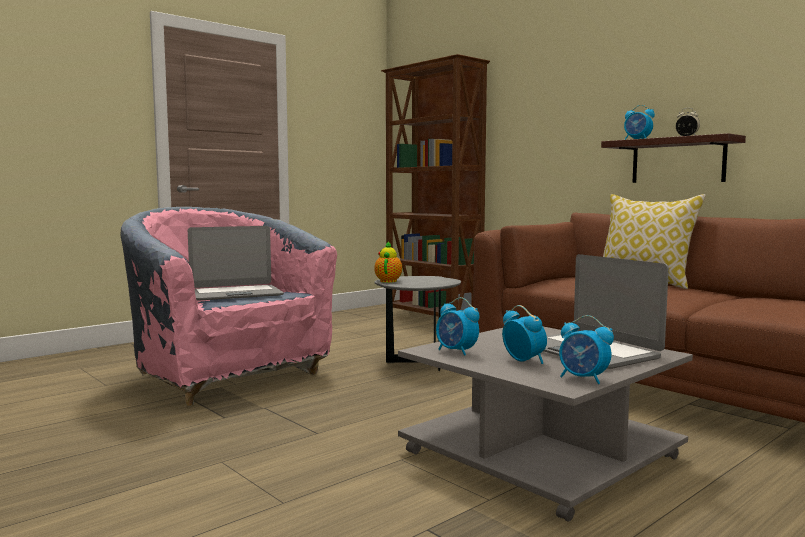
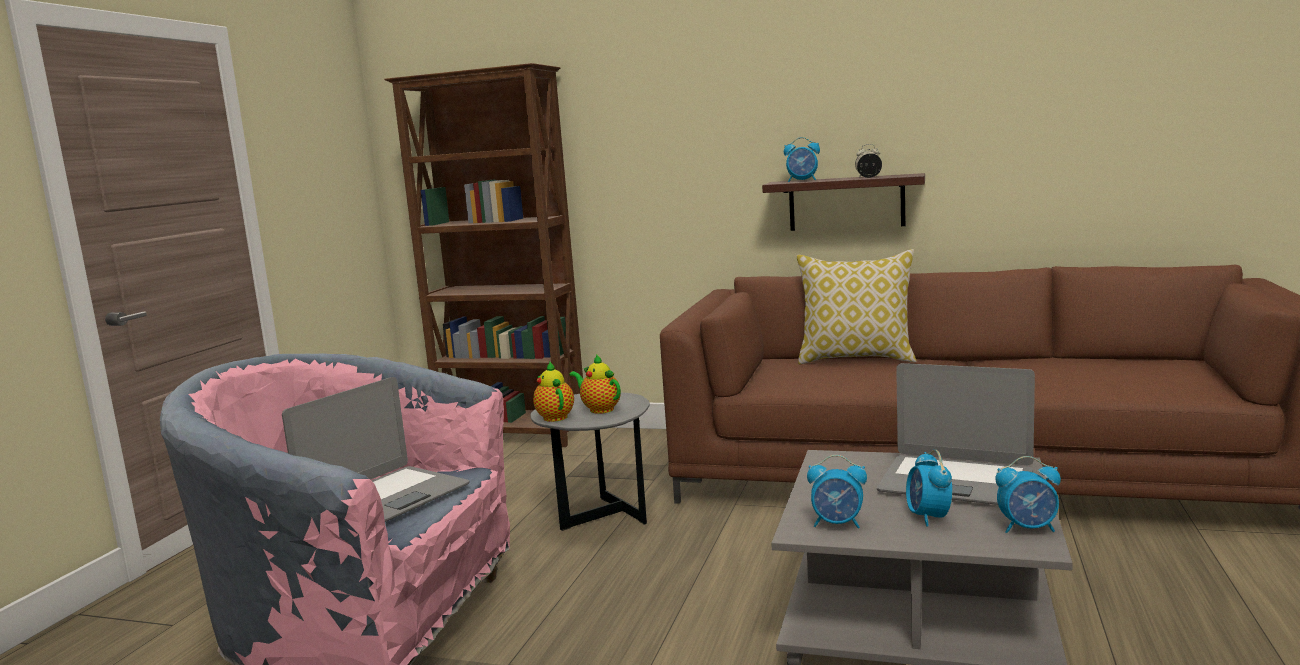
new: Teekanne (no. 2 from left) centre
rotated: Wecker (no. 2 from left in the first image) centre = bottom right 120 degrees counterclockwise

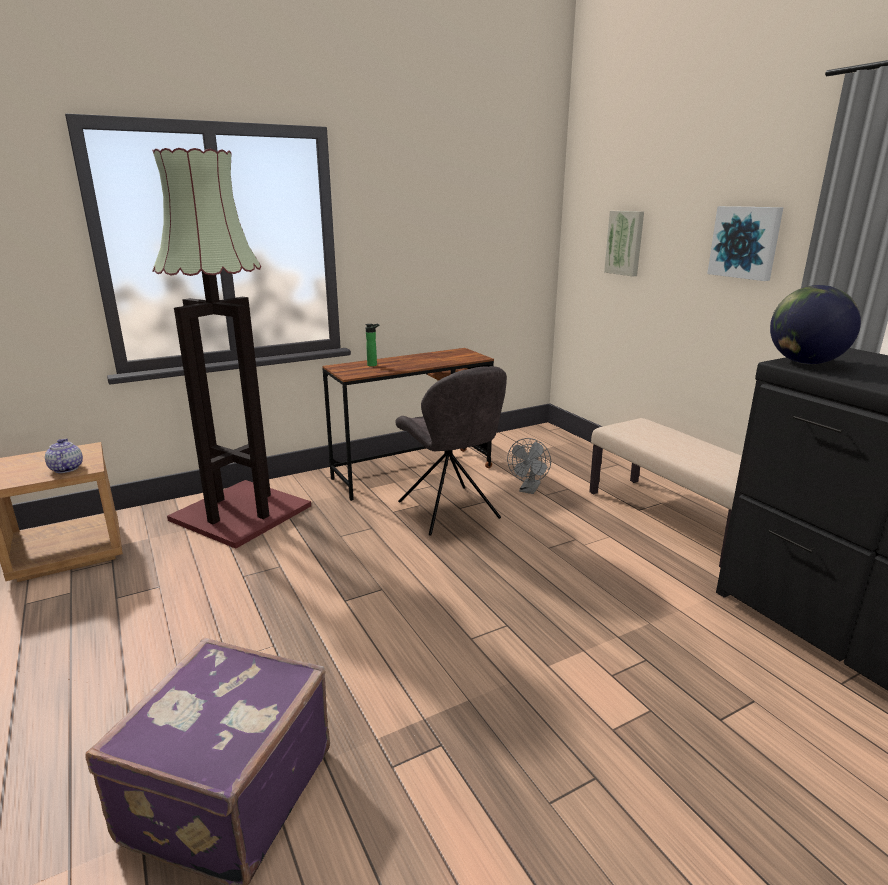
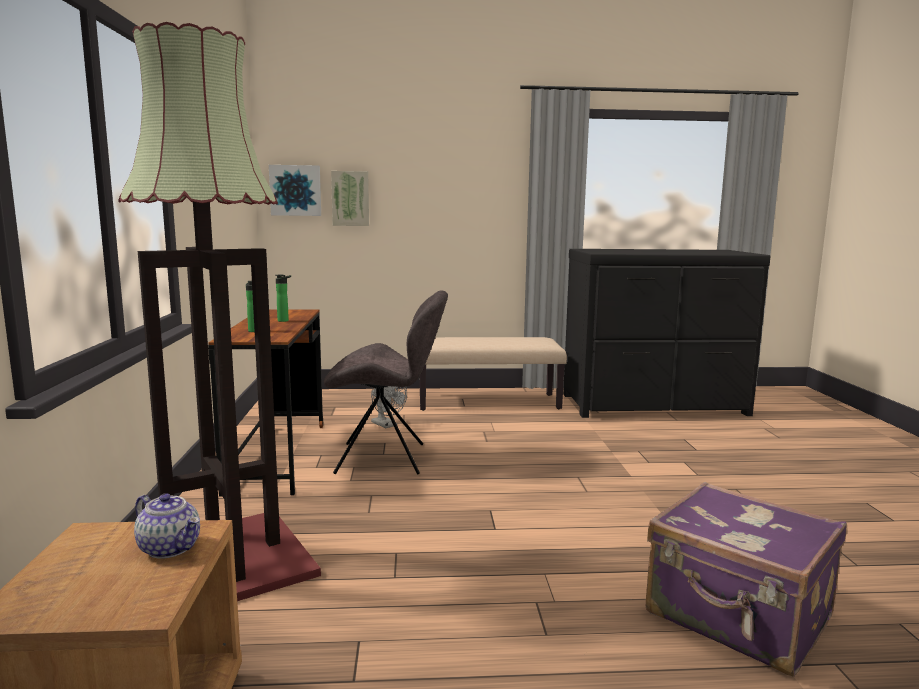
gone: Globus middle right
new: Flasche (no. 2 from left) middle left
shifted: Bild (no. 2 from left in the first image) top right to Bild (no. 1 from left) top left
rotated: Teekanne middle left = bottom left 150 degrees counterclockwise

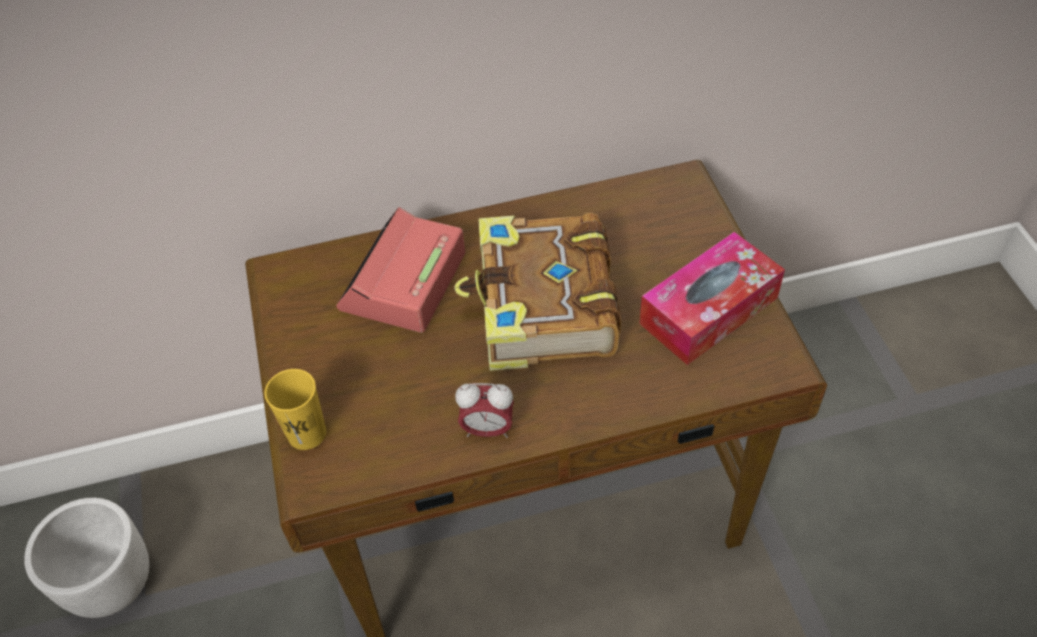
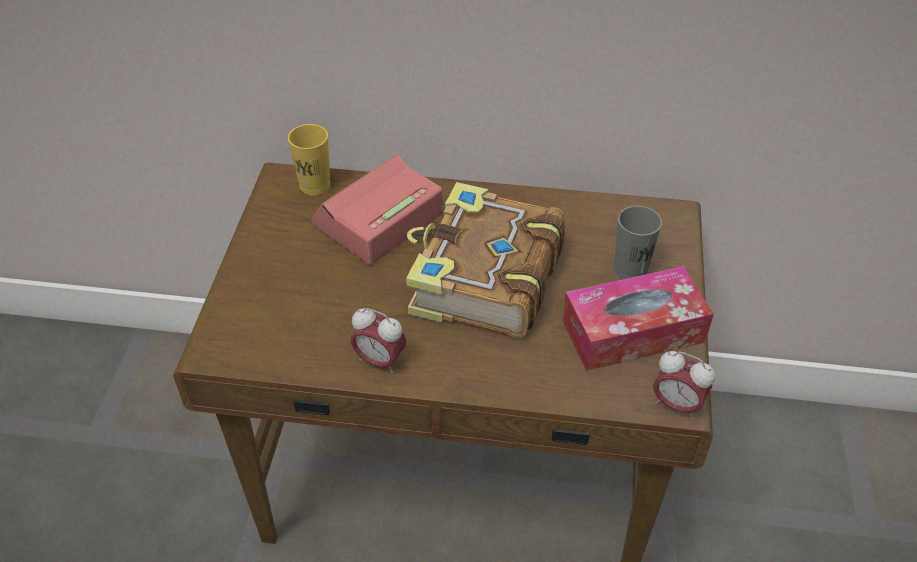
gone: Pflanzkübel [weiß] bottom left
new: Tasse [grau] middle right; Wecker (no. 3 from left) bottom right
shifted: Tasse [gelb] middle left to top centre

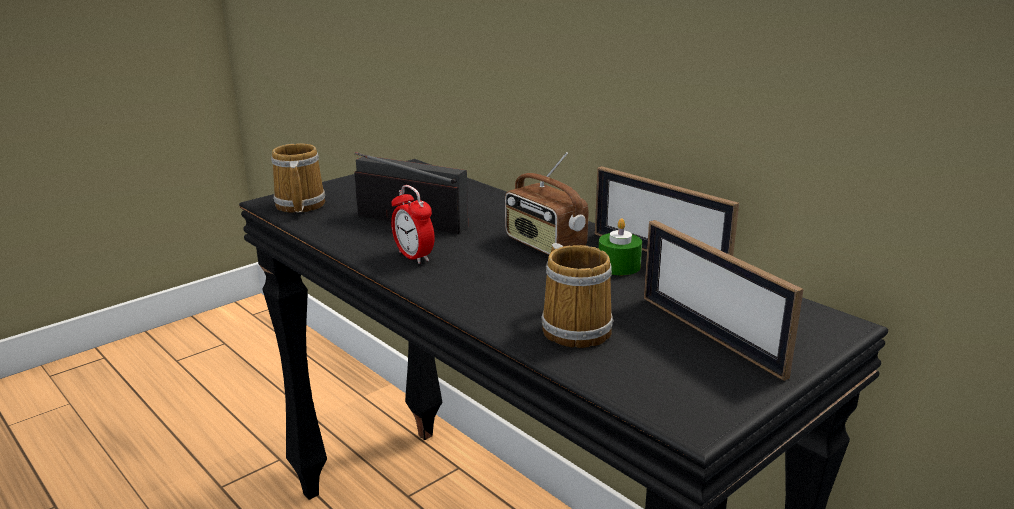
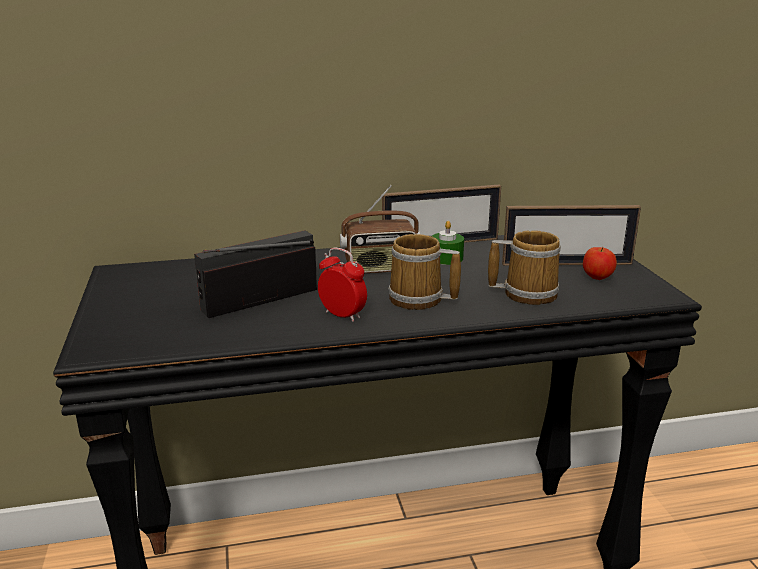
new: Apfel middle right
shifted: Henkelbecher (no. 1 from left) middle left to centre
rotated: Wecker centre = centre 135 degrees counterclockwise

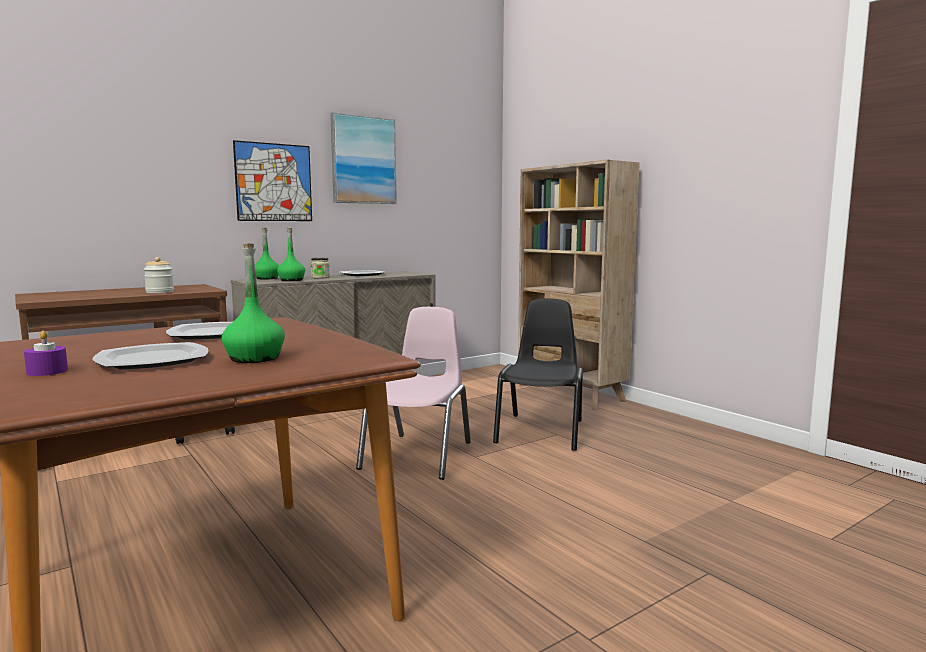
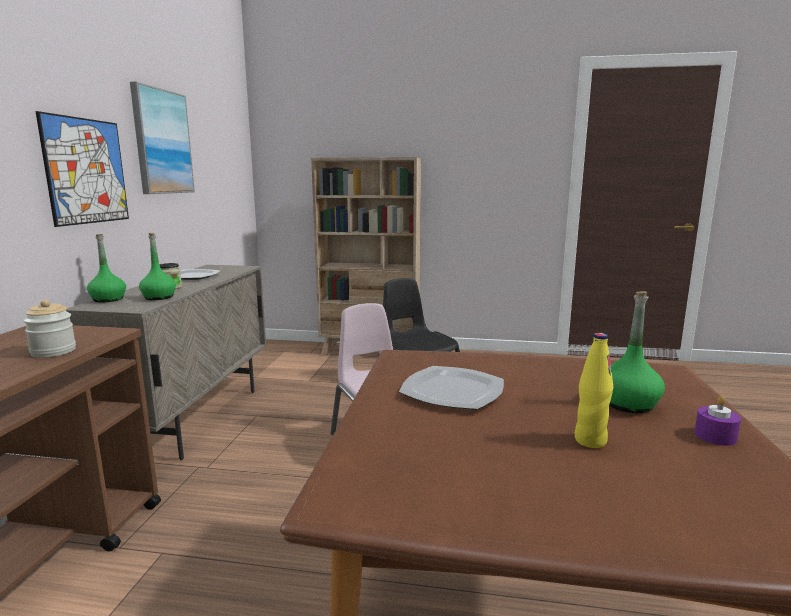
shifted: Kerze [lila] middle left to bottom right
swapped: Teller (no. 1 from left) middle left to Flasche [gelb] middle right

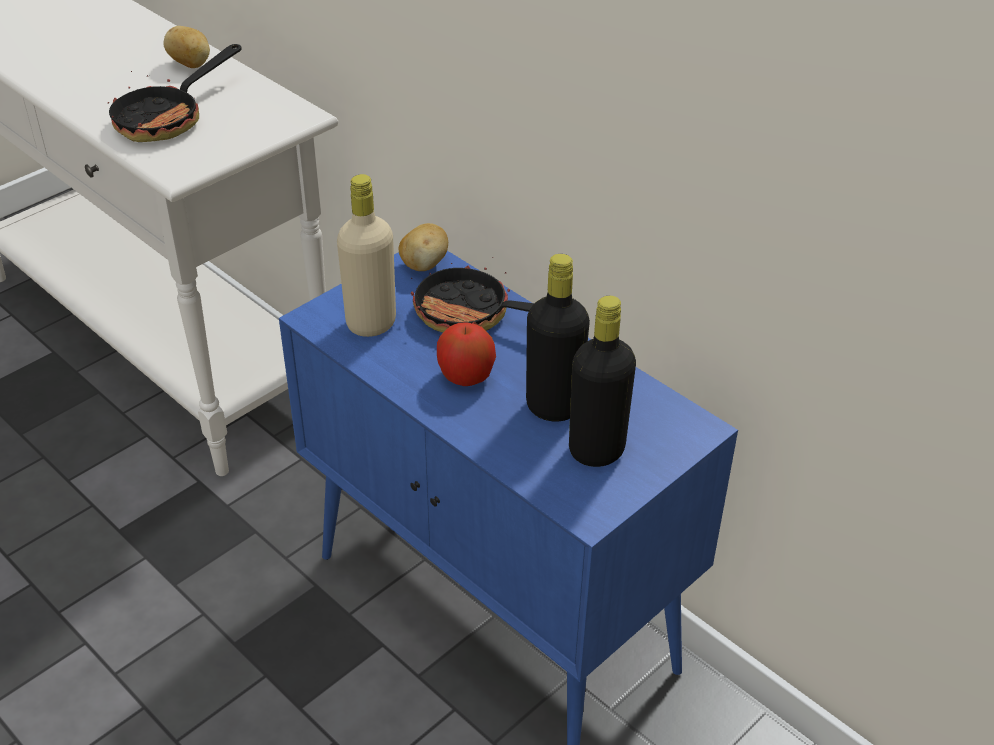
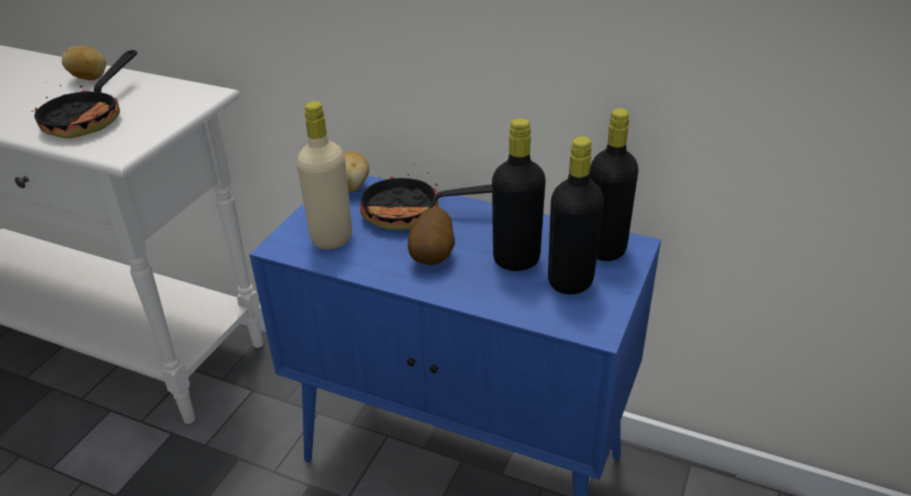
new: Flasche [schwarz] (no. 3 from left) middle right
swapped: Apfel centre to Kartoffel (no. 3 from left) centre

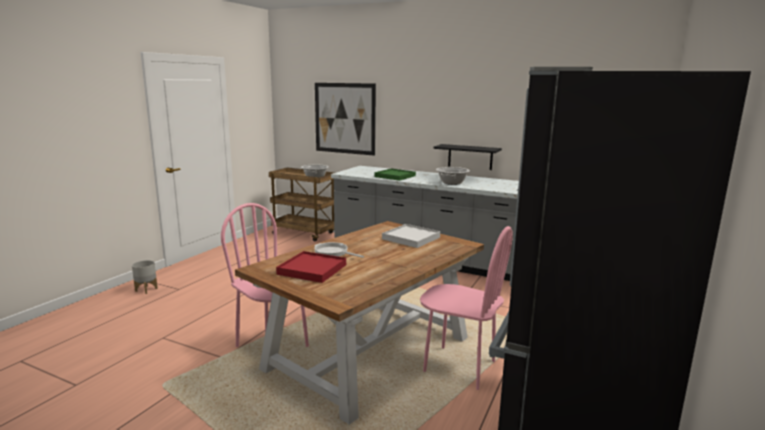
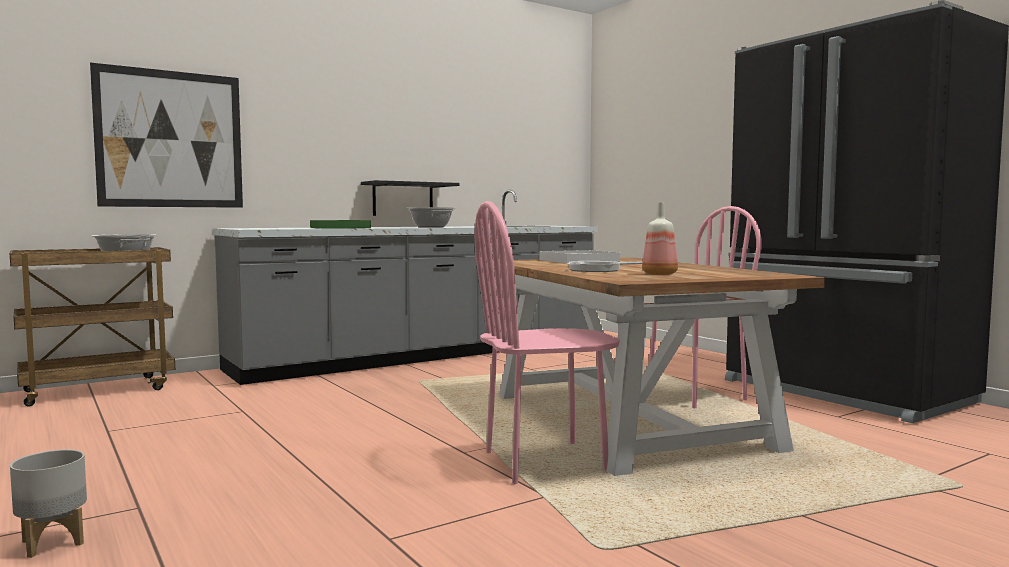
swapped: Tablett [rot] centre to Flasche centre

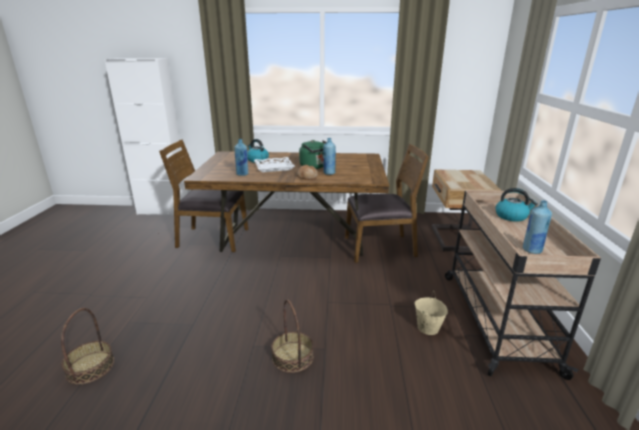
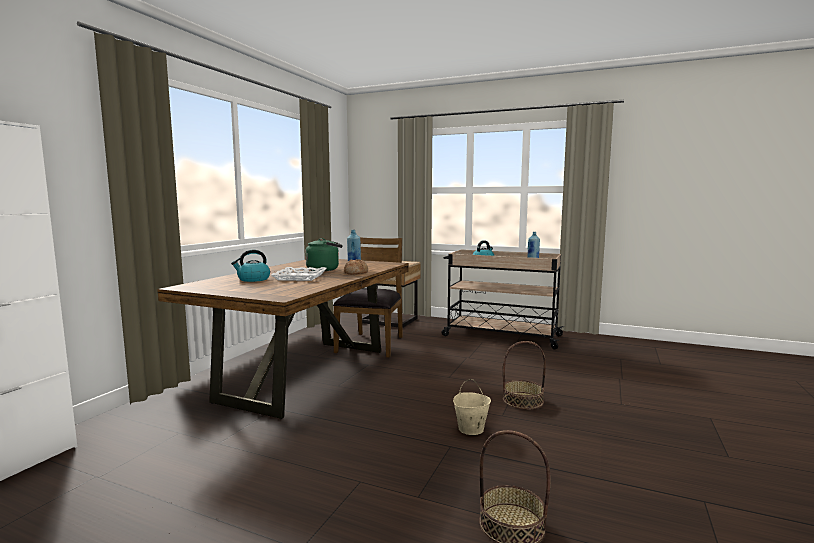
gone: Stuhl [braun] (no. 1 from left) middle left; Flasche [blau] (no. 1 from left) centre
shifted: Eimer [beige] bottom right to bottom centre

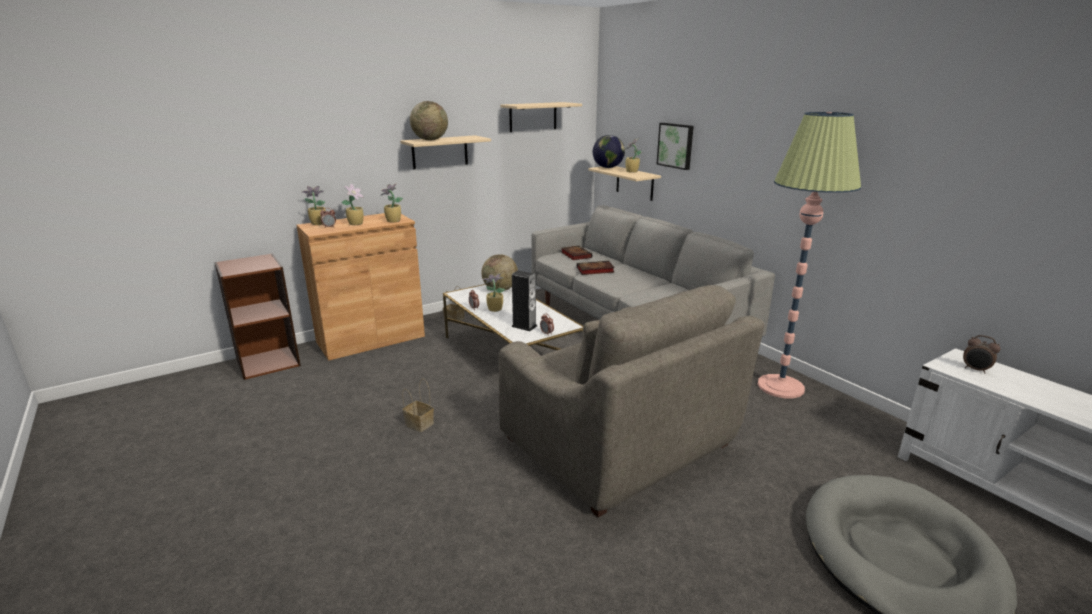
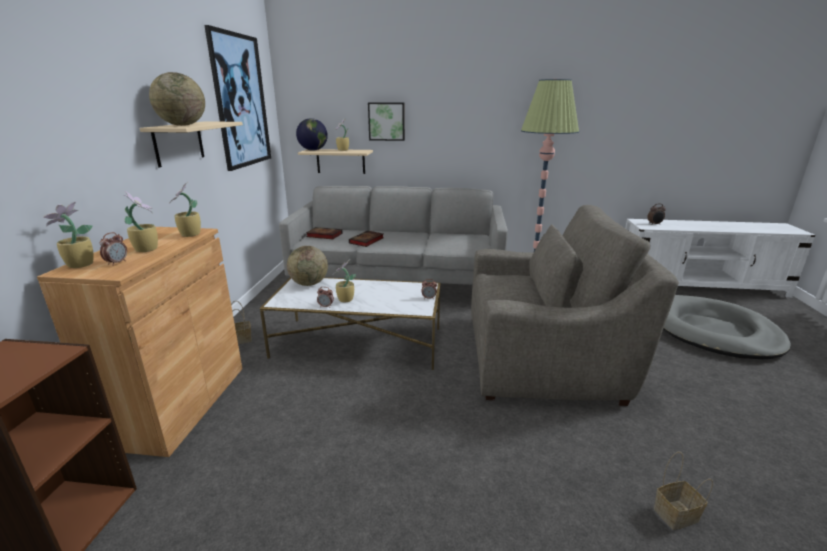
gone: Lautsprecher centre
shifted: Korb (no. 1 from left in the first image) centre to Korb (no. 2 from left) bottom right
swapped: Wandregal [beige] (no. 2 from left) top centre to Bild (no. 1 from left) top left

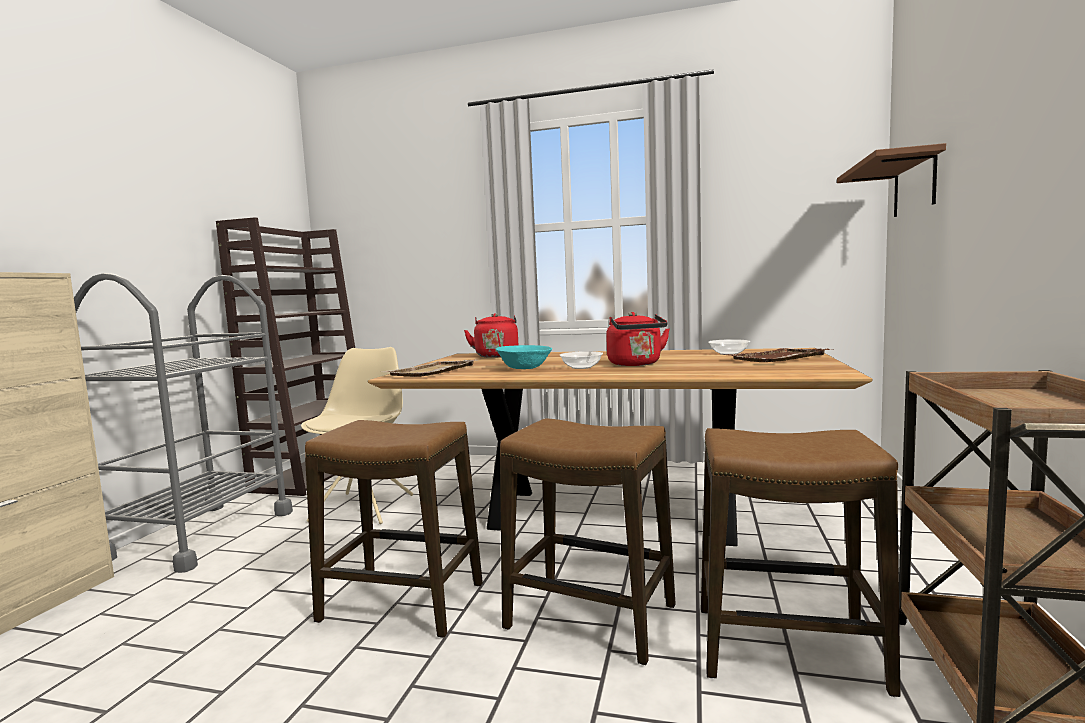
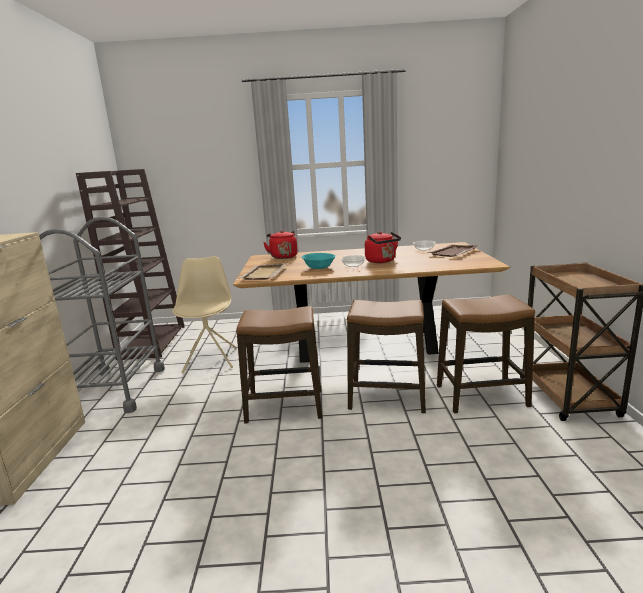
gone: Wandregal [braun] top right

